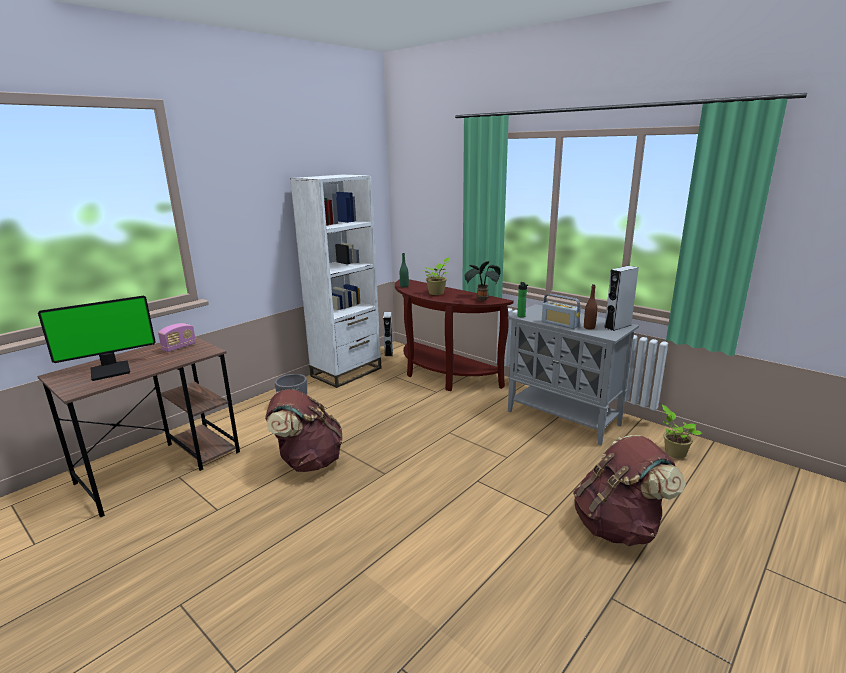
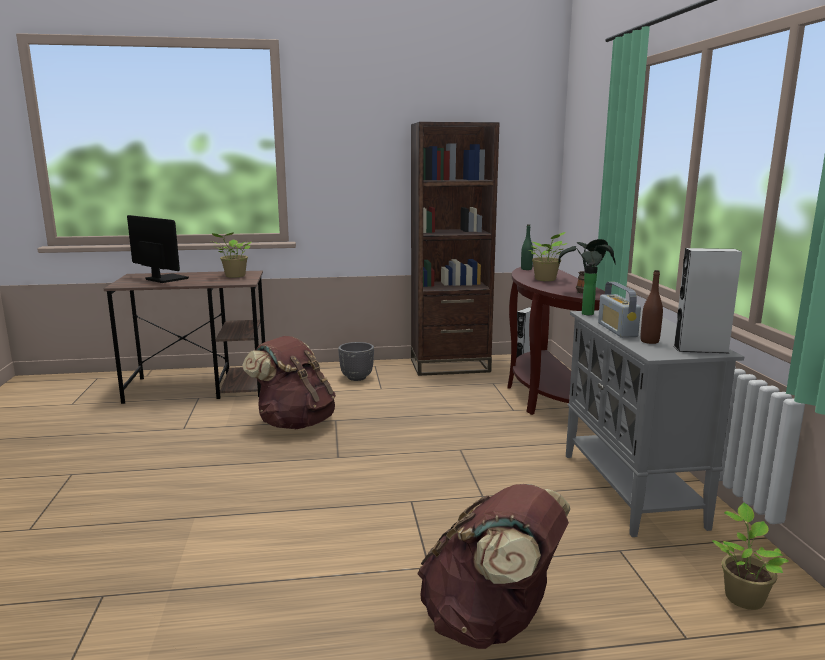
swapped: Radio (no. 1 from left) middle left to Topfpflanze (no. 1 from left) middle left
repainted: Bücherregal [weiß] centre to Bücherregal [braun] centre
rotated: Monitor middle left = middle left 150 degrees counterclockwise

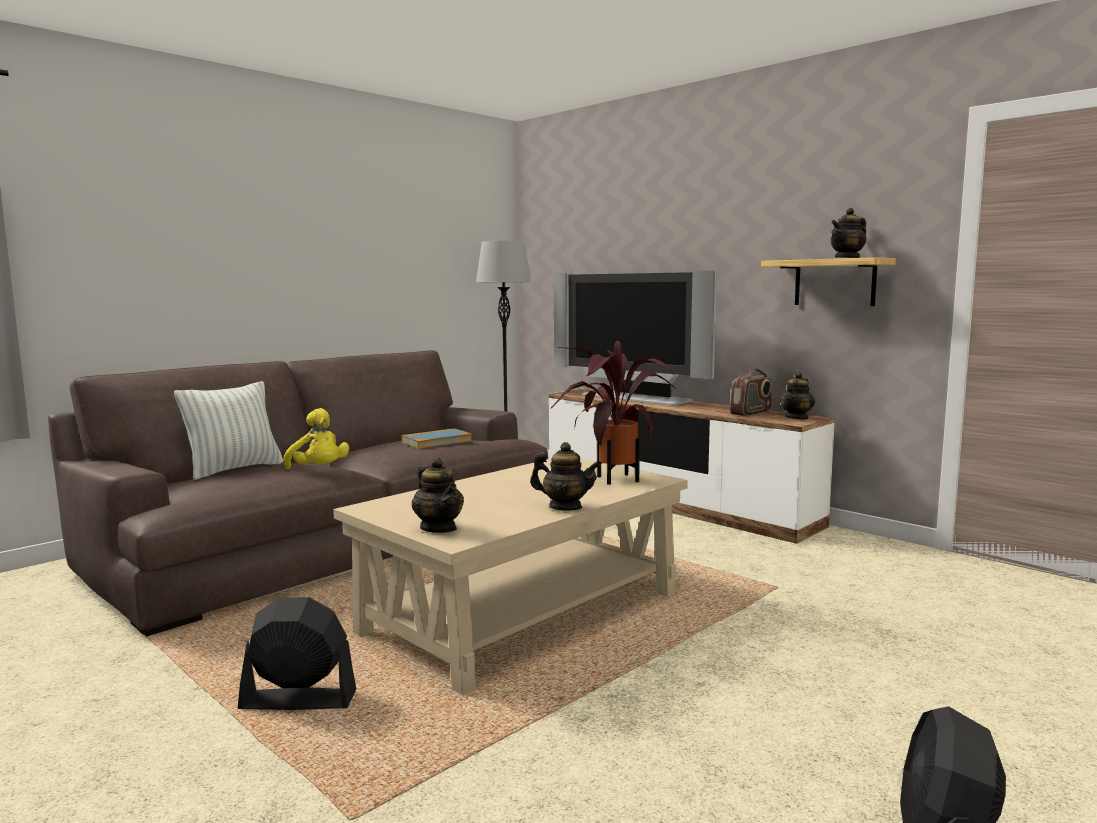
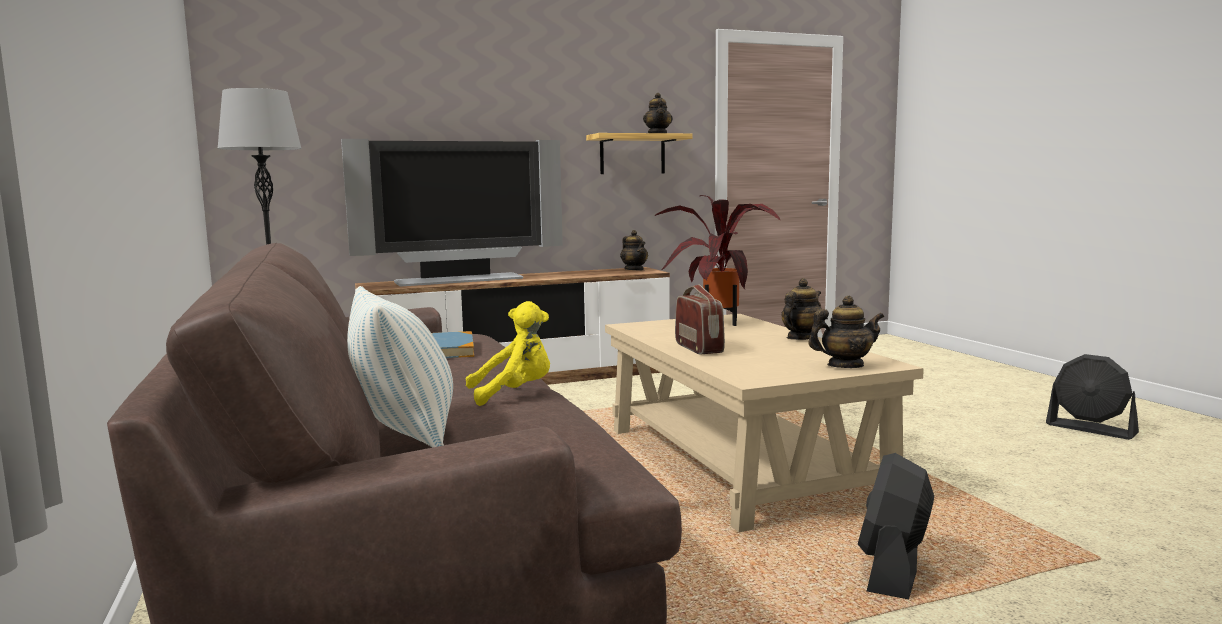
shifted: Radio middle right to centre

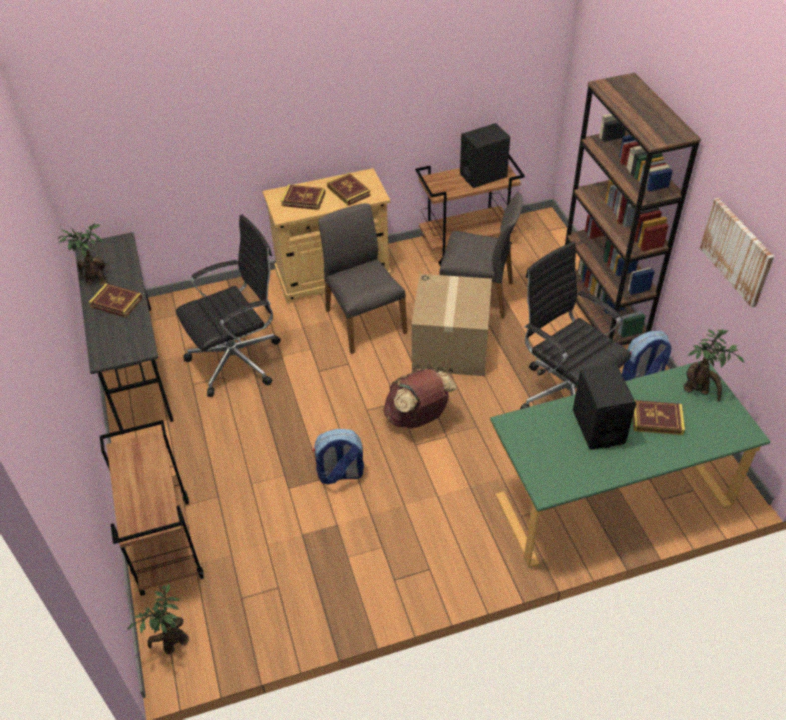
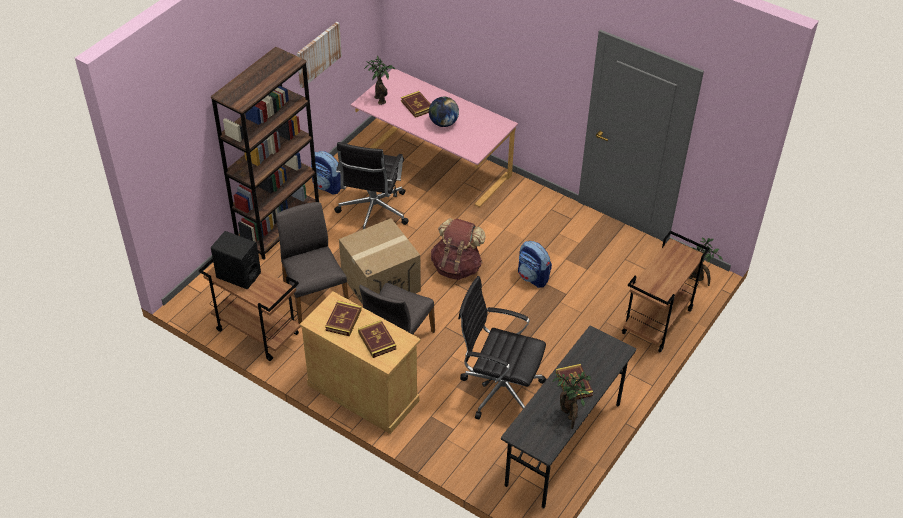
swapped: Lautsprecher [schwarz] (no. 2 from left) middle right to Globus top centre
repainted: Schreibtisch [grün] middle right to Schreibtisch [rosa] top centre

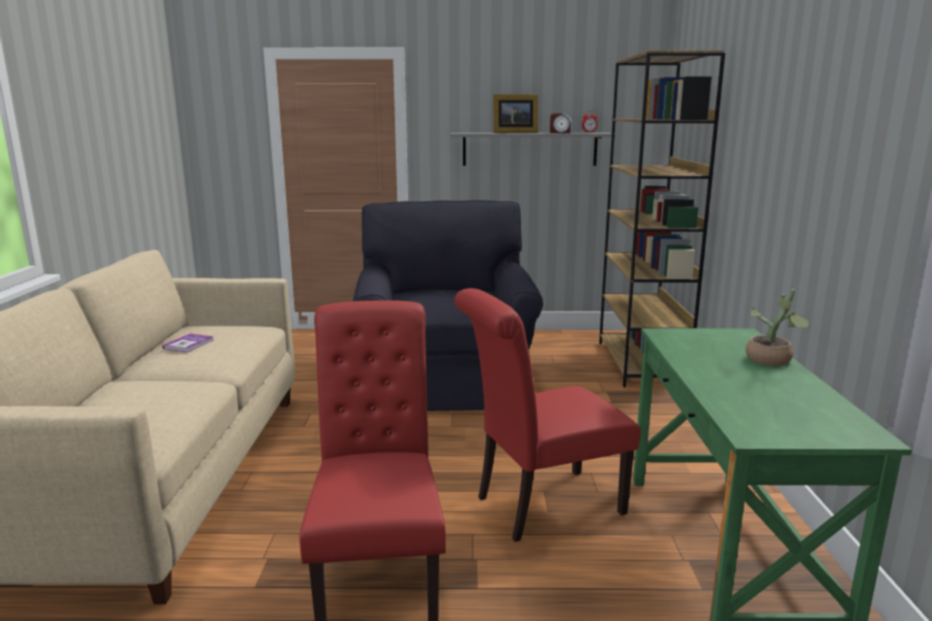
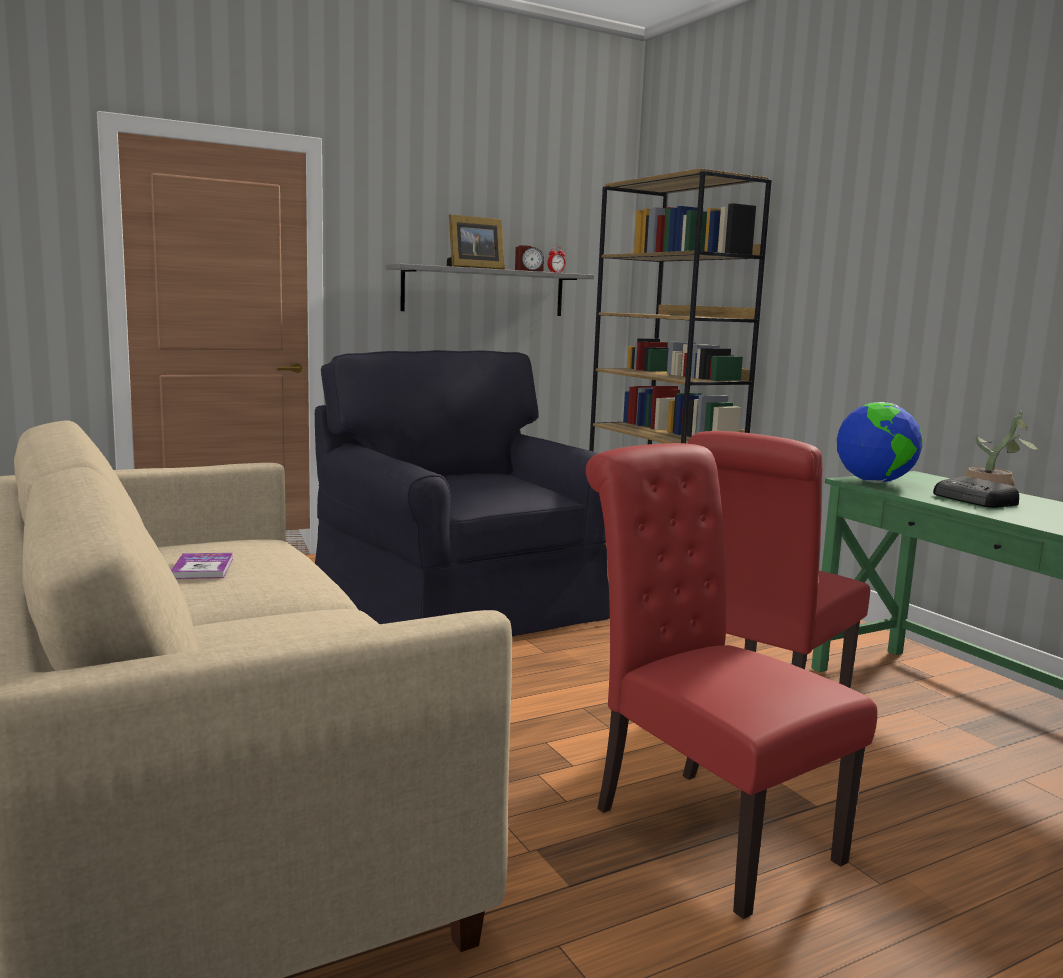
new: Globus middle right; Radio middle right

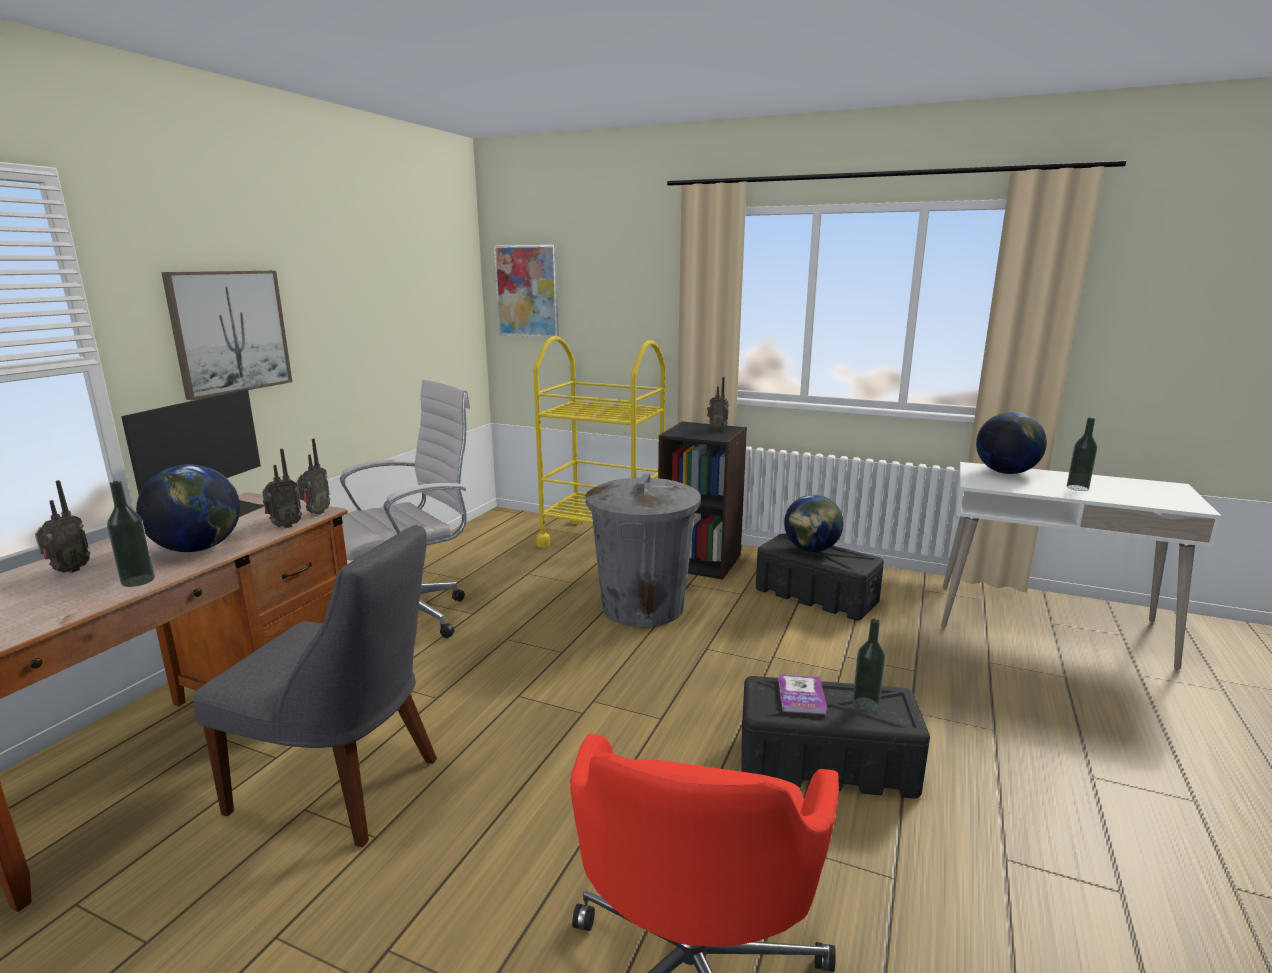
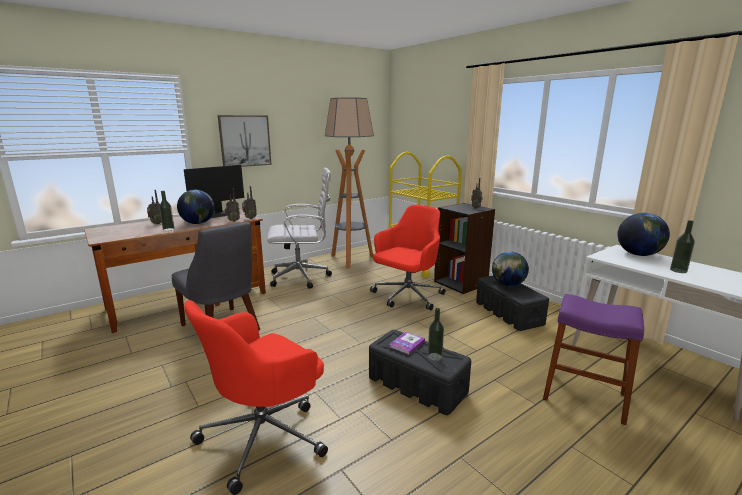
gone: Bild (no. 2 from left) top centre
new: Stehlampe centre; Hocker [lila] bottom right
swapped: Mülleimer [grau] centre to Bürostuhl [rot] (no. 2 from left) centre

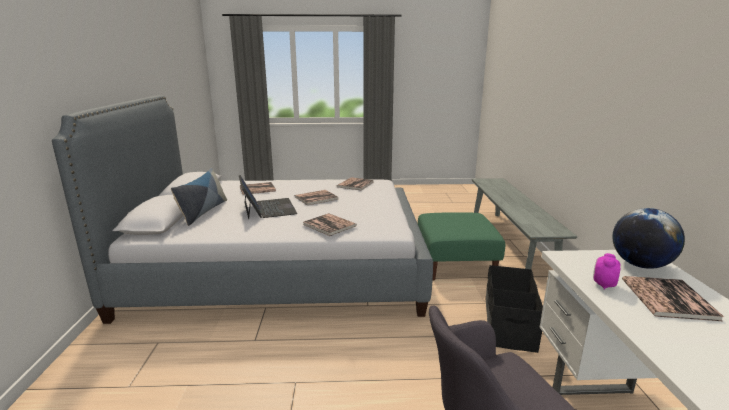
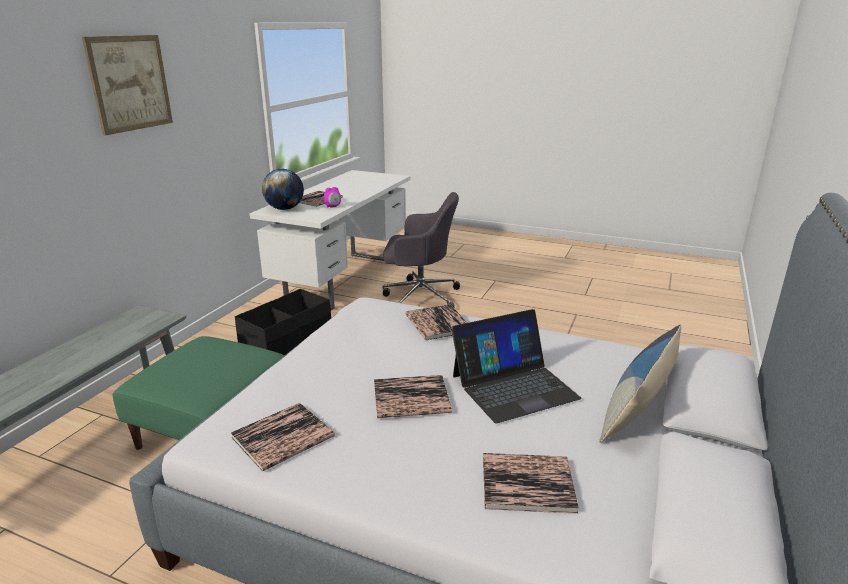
new: Bild top left
rotated: Laptop centre = centre 120 degrees counterclockwise

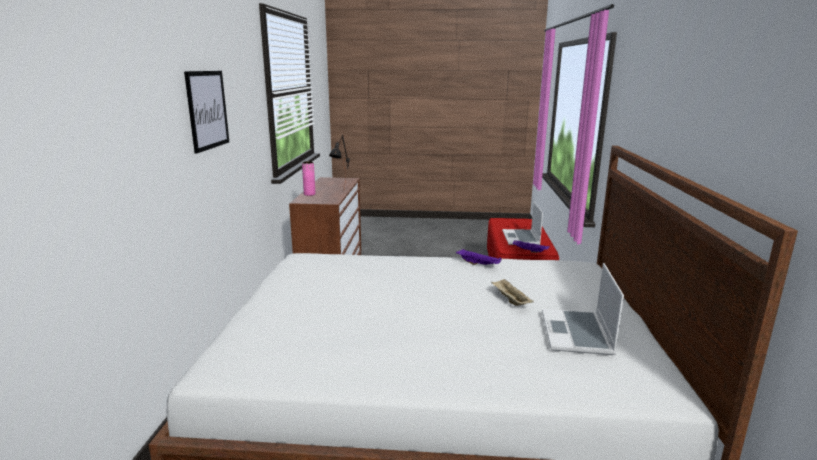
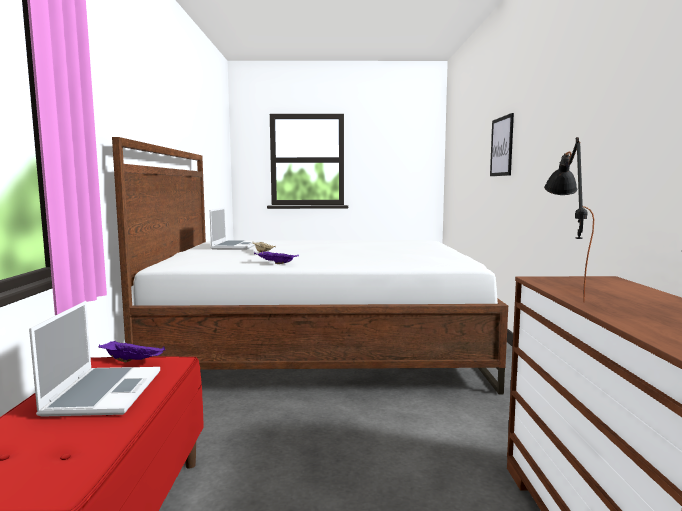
gone: Vase [rosa] centre
shifted: Bild top left to top right

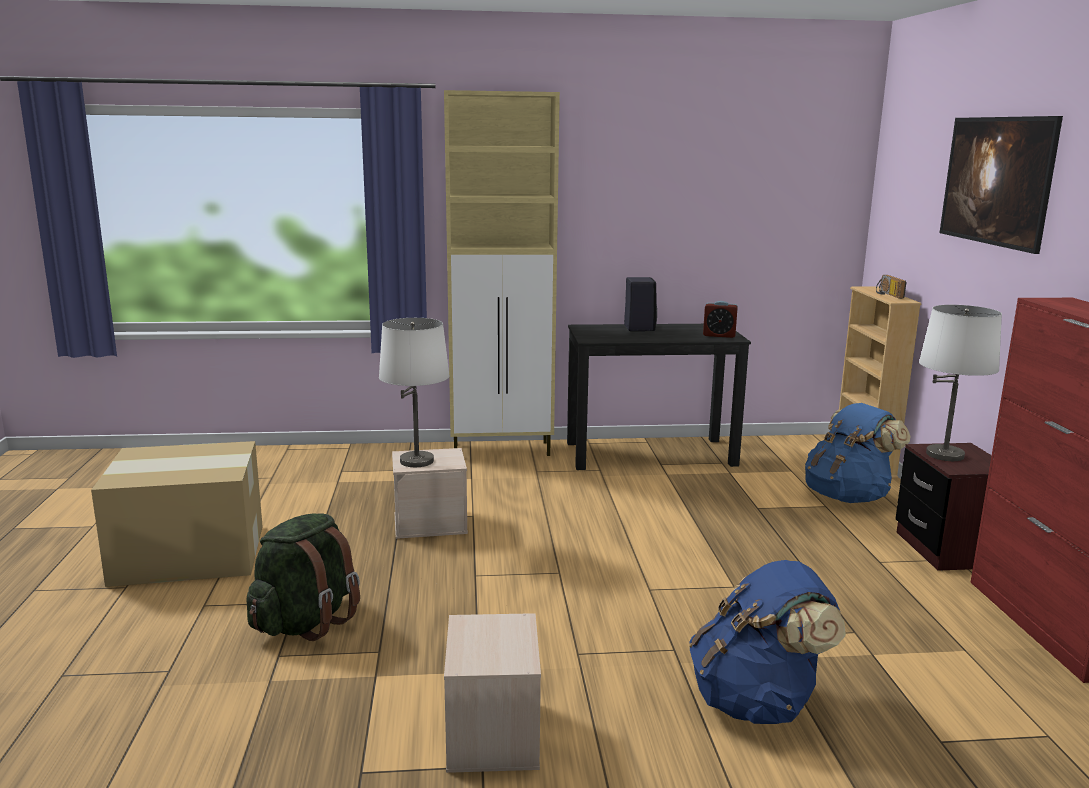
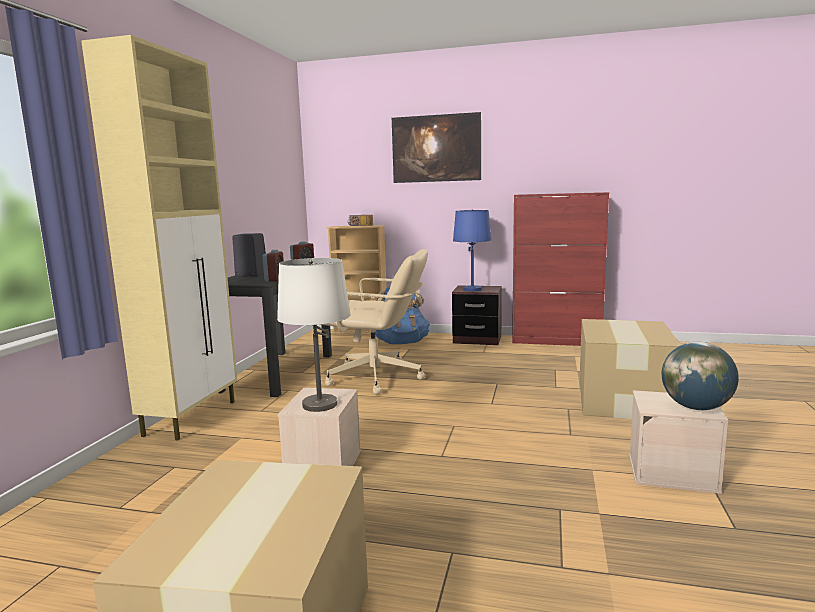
gone: Rucksack [grün] bottom left
new: Wecker (no. 1 from left) centre; Bürostuhl [beige] centre; Globus middle right
swapped: Rucksack [blau] (no. 1 from left) bottom right to Karton (no. 2 from left) middle right
repainted: Tischlampe [weiß] (no. 2 from left) middle right to Tischlampe [blau] centre

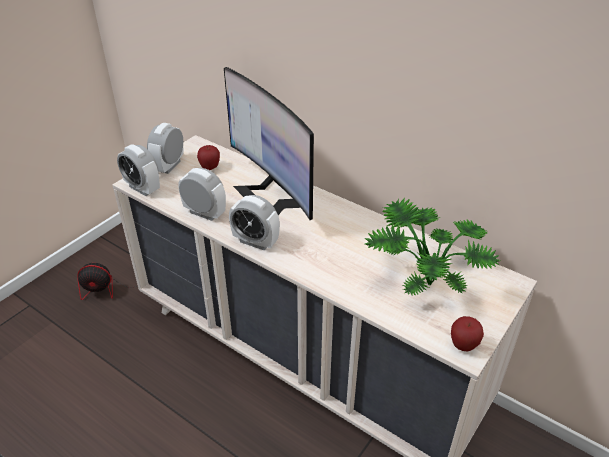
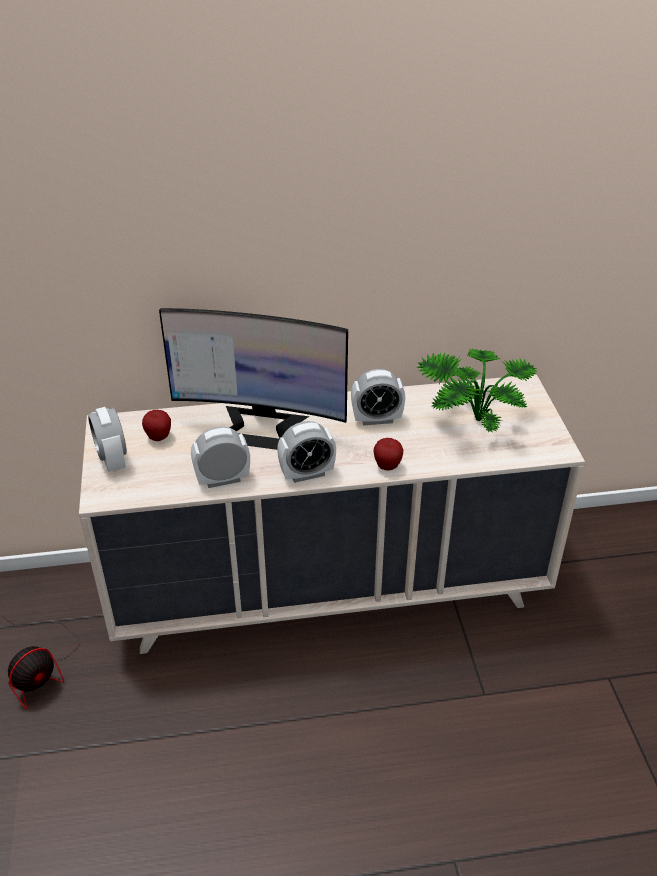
shifted: Wecker (no. 1 from left in the first image) middle left to Wecker (no. 4 from left) centre; Apfel (no. 2 from left) bottom right to centre

